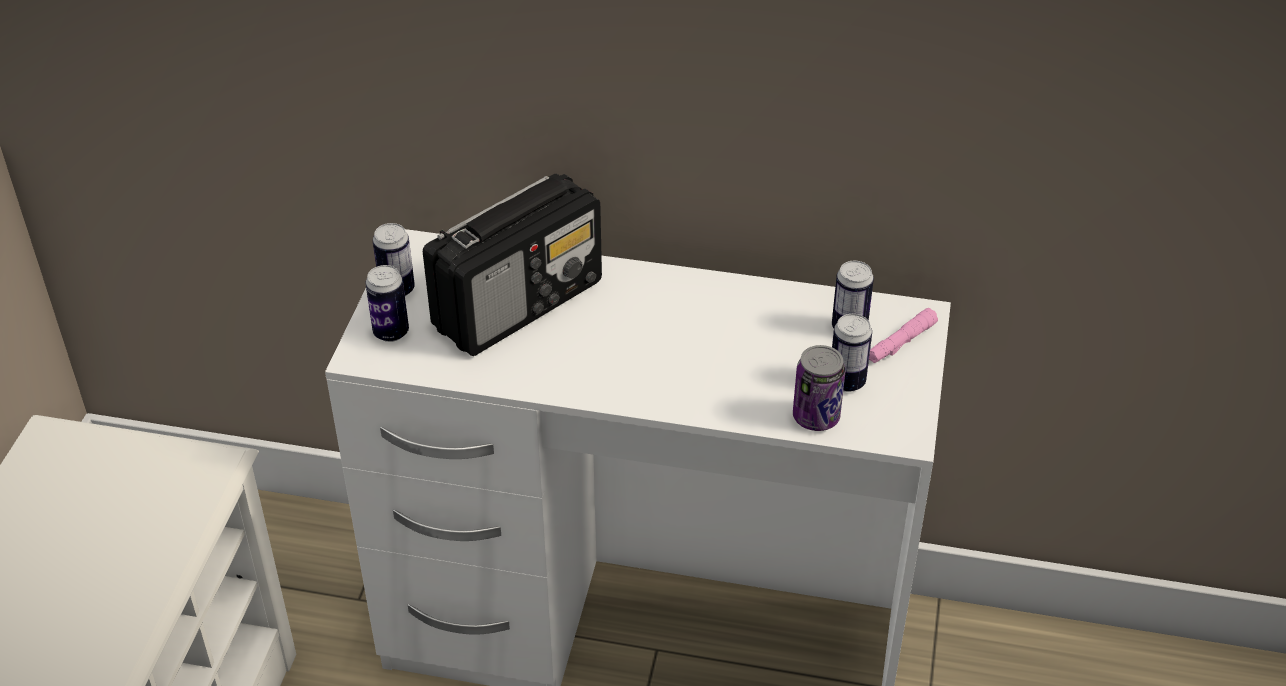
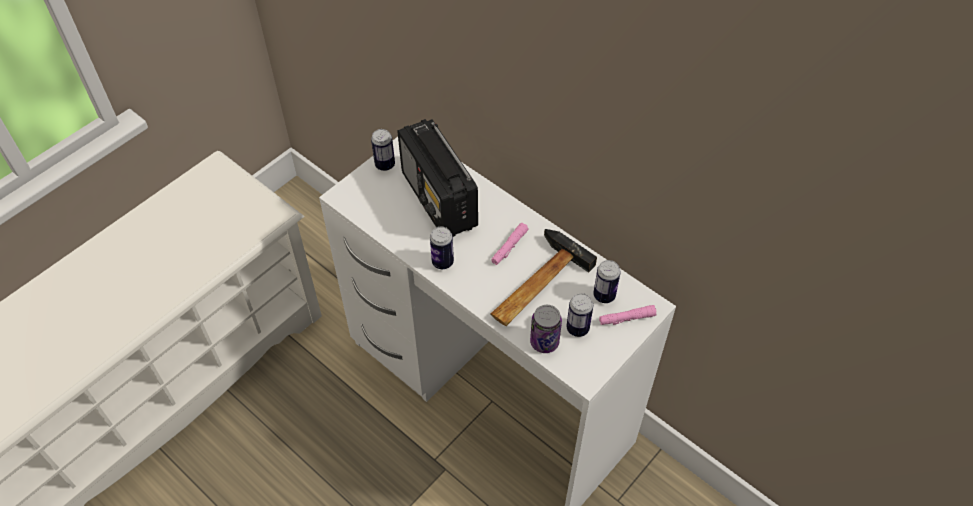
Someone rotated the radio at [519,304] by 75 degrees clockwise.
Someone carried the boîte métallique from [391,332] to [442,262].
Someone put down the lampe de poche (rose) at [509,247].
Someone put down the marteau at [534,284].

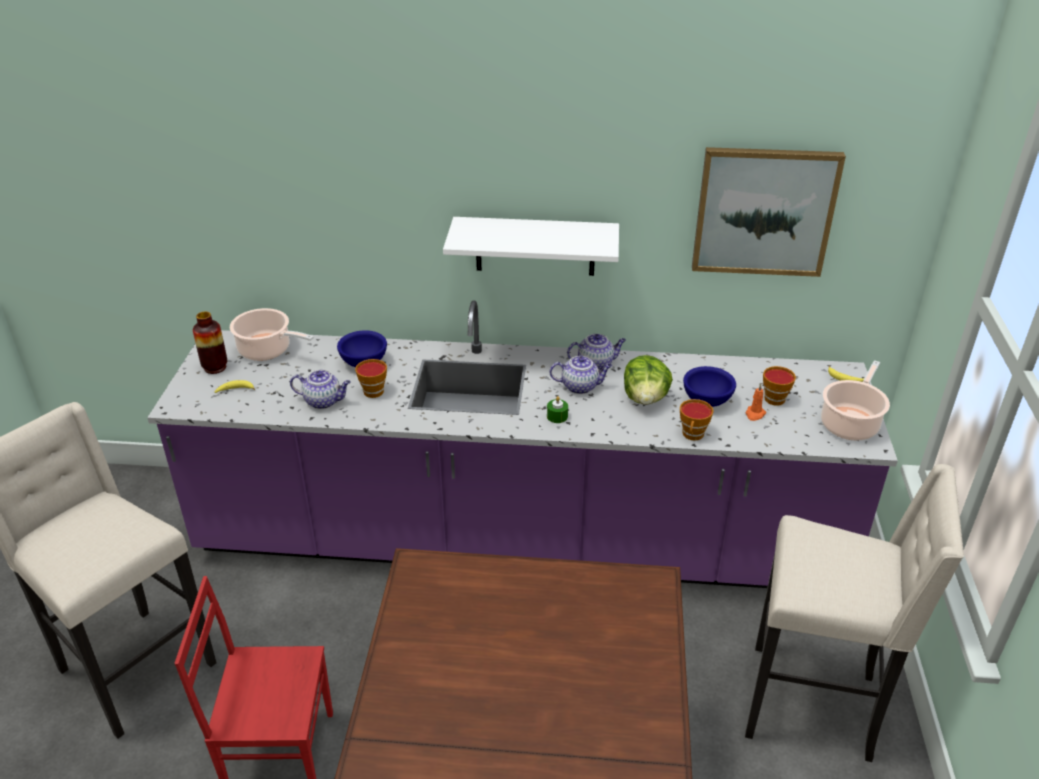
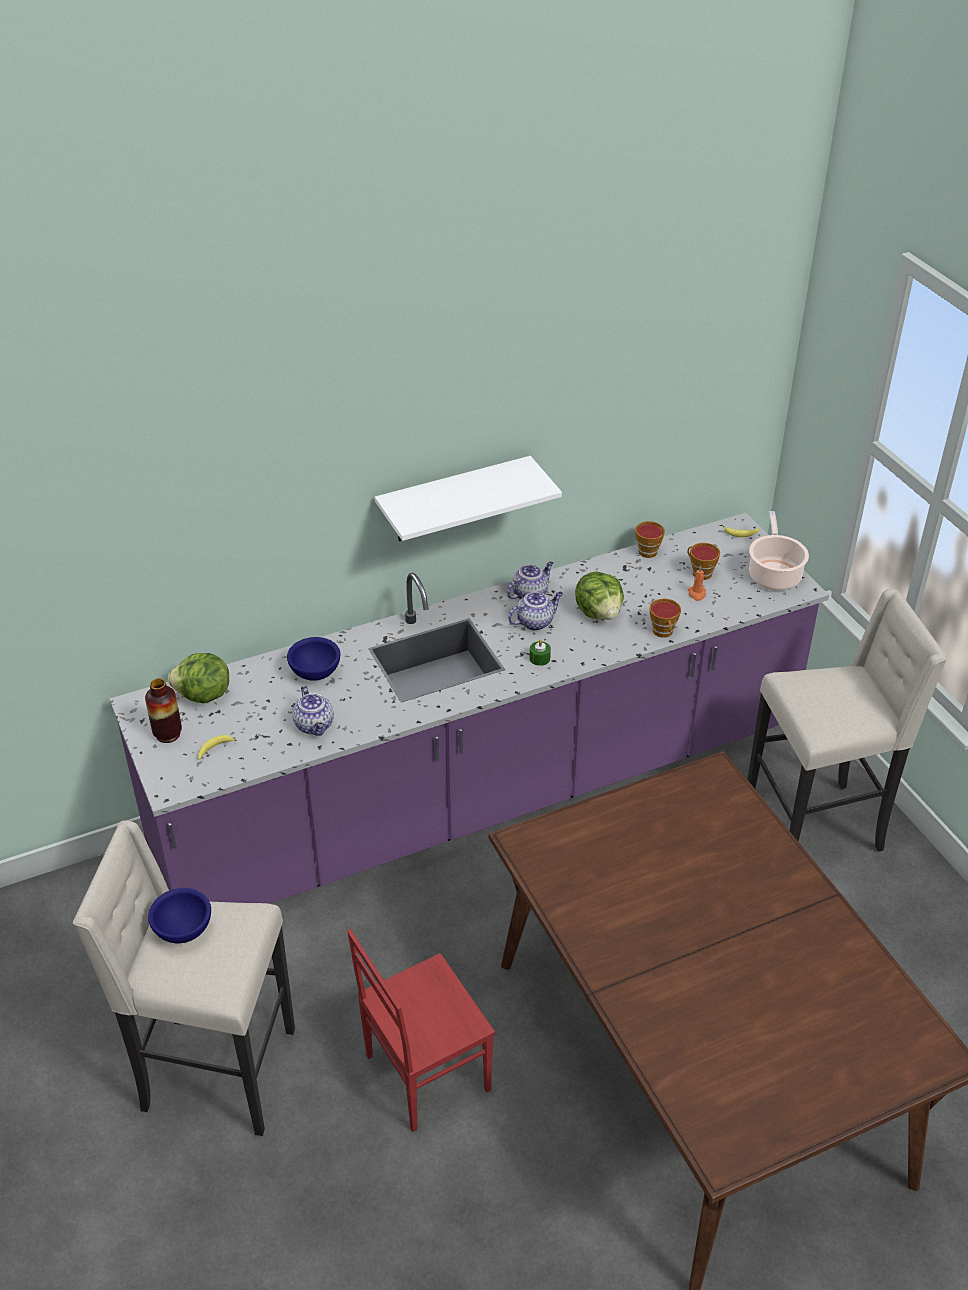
Someone carried the bol (bleu) from [706,401] to [182,931].
Someone swapped the marmite at [267,350] for the laitue at [203,696].
Someone rotated the théière at [324,401] by 90 degrees clockwise.
Someone carried the tasse from [373,390] to [646,550].
Someone took away the tableau at [764,211].

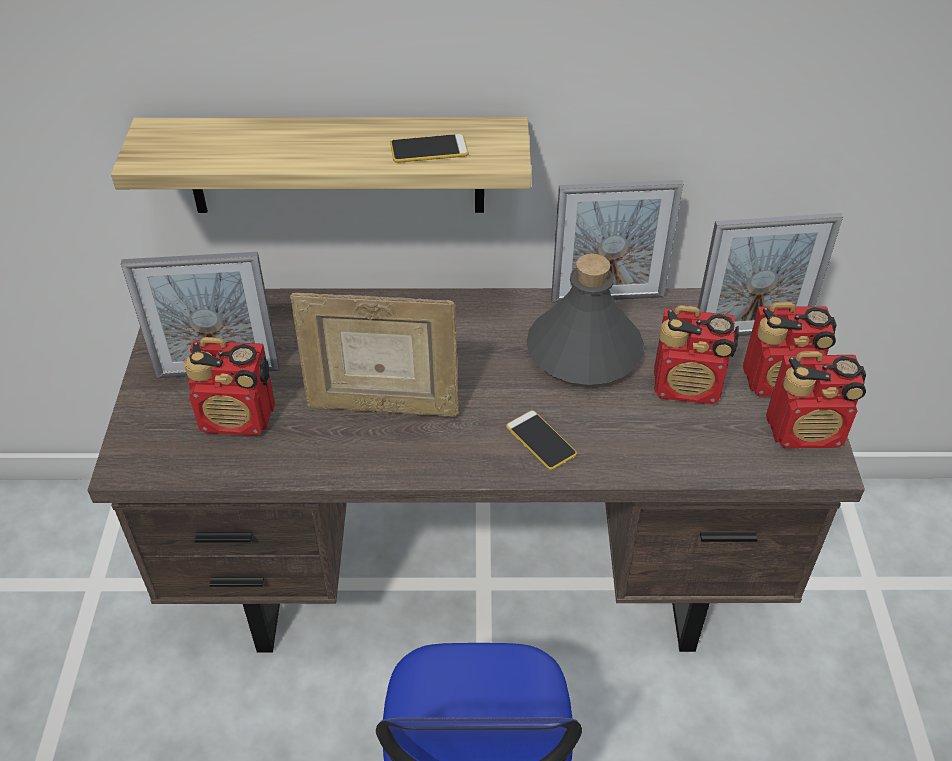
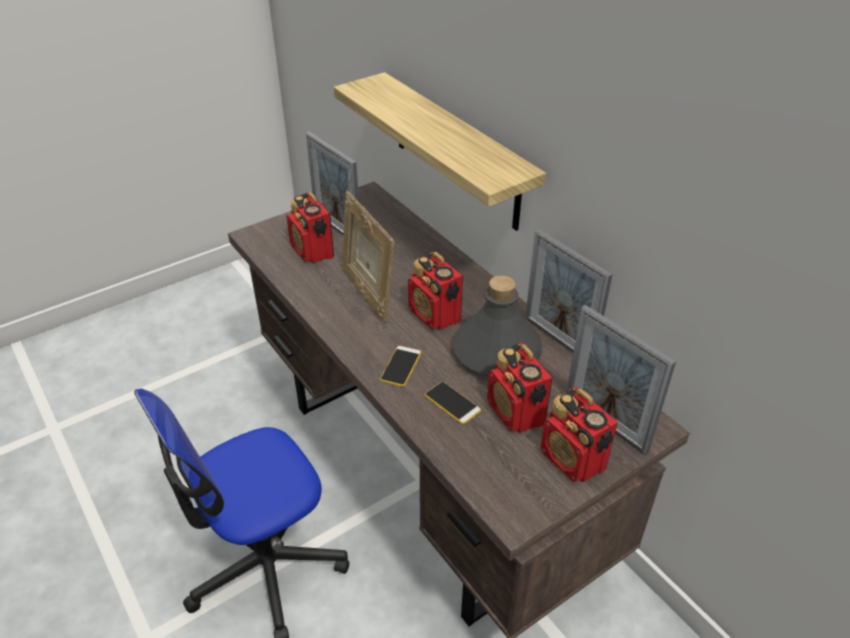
Someone carried the radio from [806,431] to [435,315].
Someone carried the téléphone from [429,149] to [452,403].

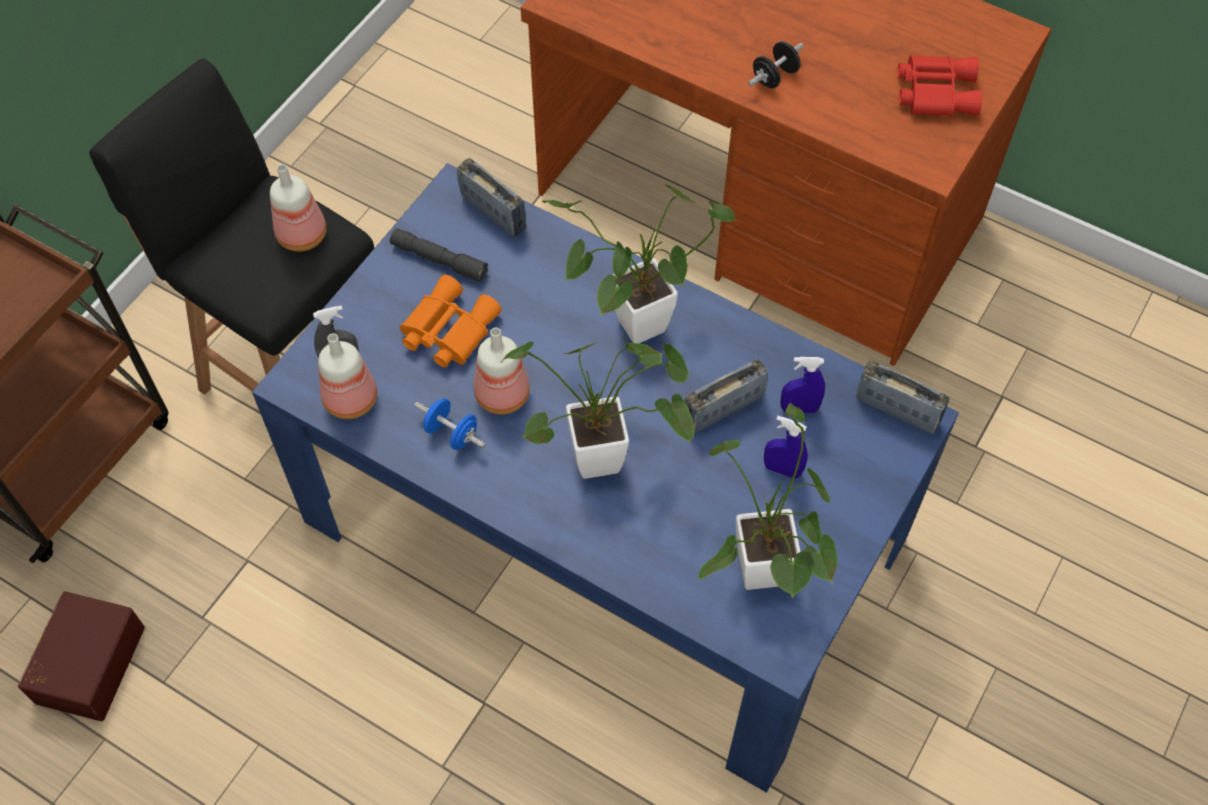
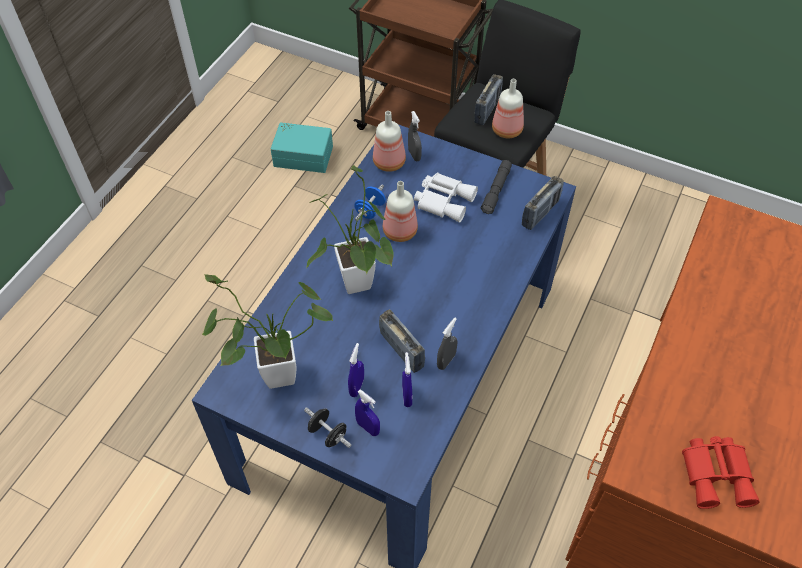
Someone repainted the boîte de rangement (marron) at [87,664], which became the boîte de rangement (turquoise) at [303,155].
Someone carried the haltère (noir) from [774,77] to [328,434].
Someone put down the vaporisateur (bleu) at [368,427].
Someone repainted the jumelles (orange) at [446,330], which became the jumelles (blanc) at [444,200].
Someone put down the vaporisateur (gris) at [446,361].
Someone carried the radio from [897,410] to [487,110].
Someone took away the plante en pot at [631,330].

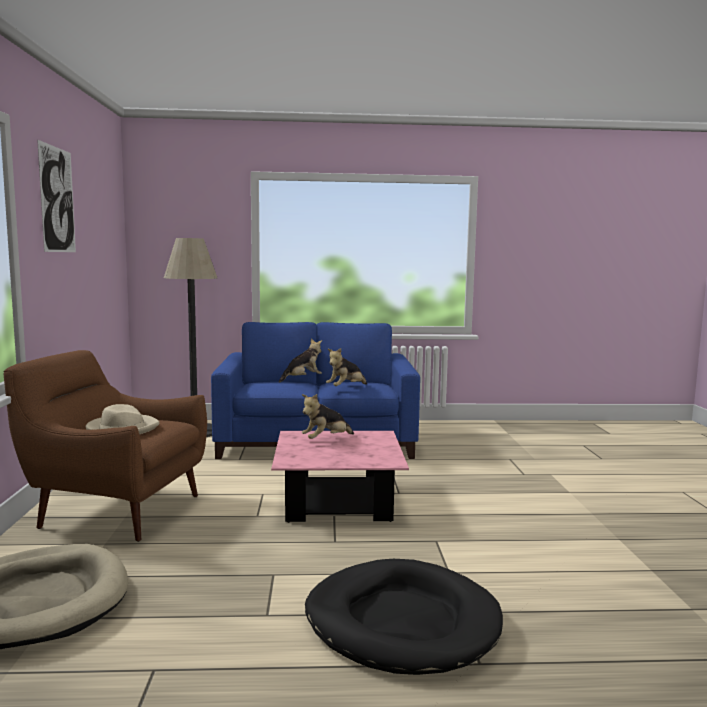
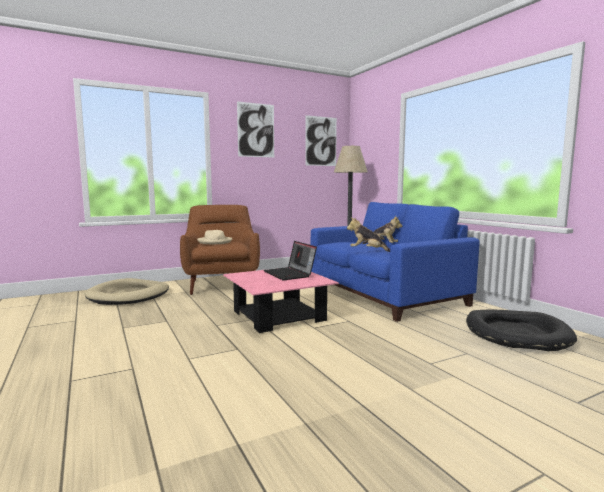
Someone swapped the peluche at [326,440] for the ordinateur portable at [290,274].
Someone put up the tableau at [321,141].
Someone carried the panier pour chien (noir) from [402,622] to [516,333].

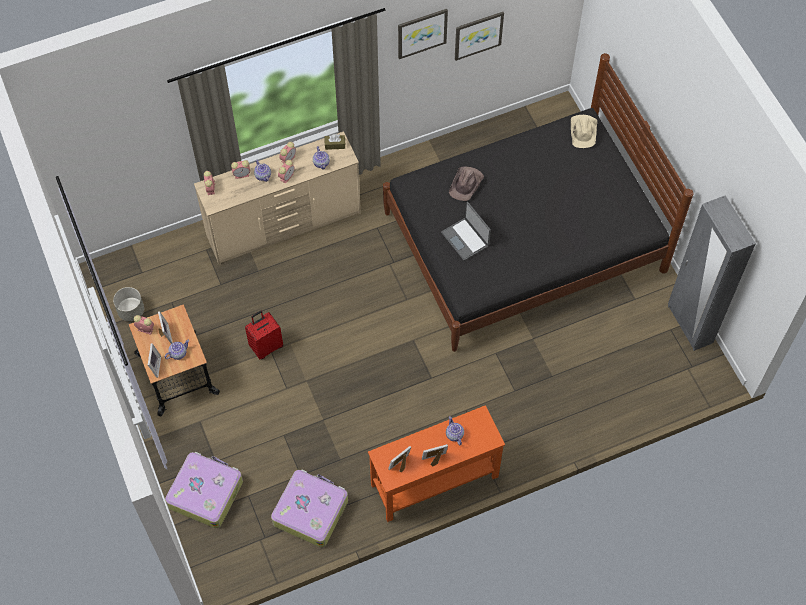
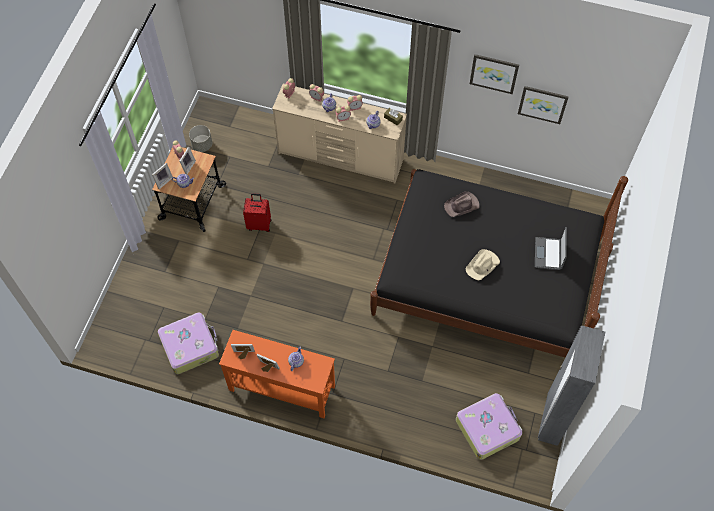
Someone carried the valise from [205,493] to [487,428].
Someone carried the chapeau (beige) from [583,131] to [483,265].
Someone carried the ordinateur portable from [465,239] to [549,254].

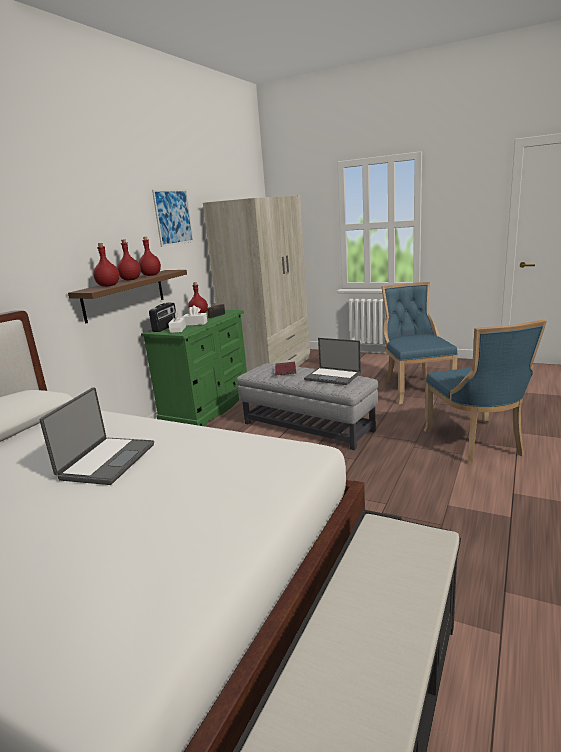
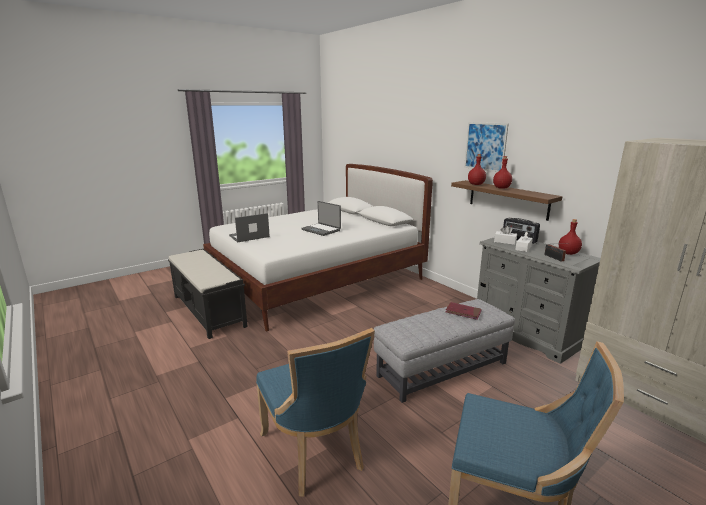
Someone carried the ordinateur portable from [333,376] to [249,236].
Someone rotated the chaise (bleu) at [476,443] by 135 degrees counterclockwise.
Someone carried the tableau from [173,217] to [485,146].
Someone repainted the commode (vert) at [208,408], which became the commode (gris) at [525,333].
Someone took away the bouteille (rouge) at [151,275].

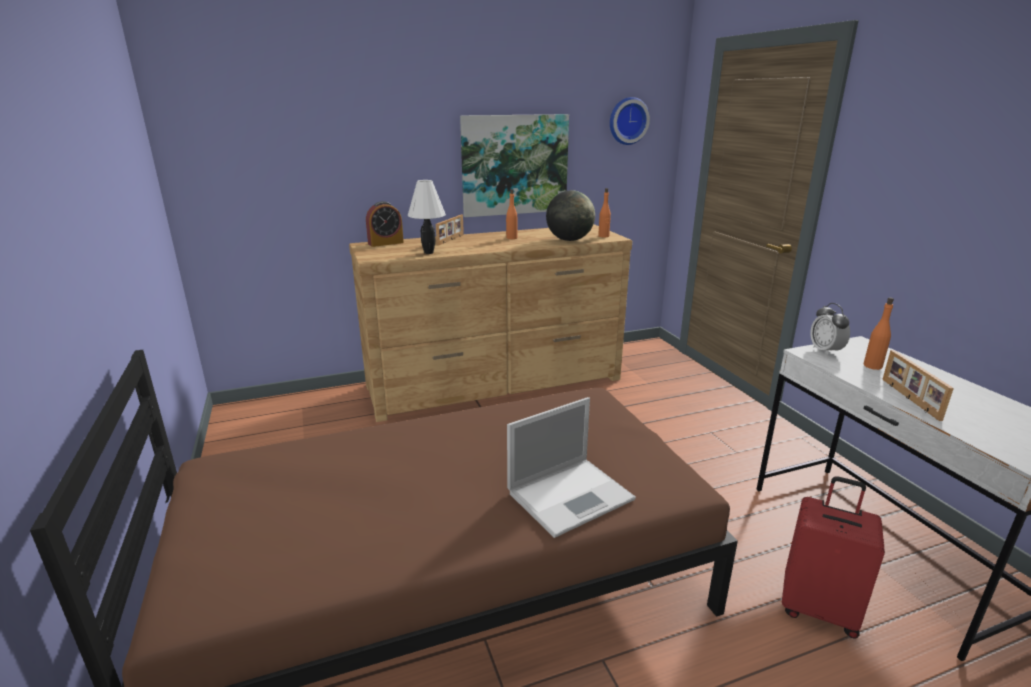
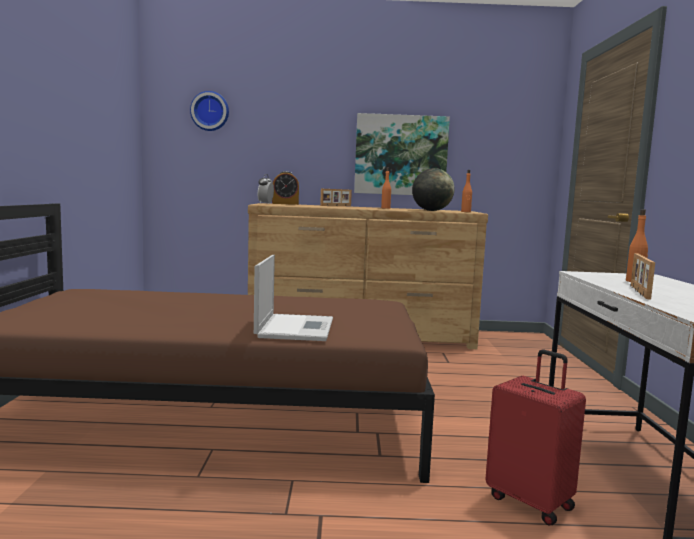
Someone carried the horloge murale from [627,121] to [210,111].
Someone rotated the ordinateur portable at [572,495] by 75 degrees counterclockwise.
Someone carried the réveil from [825,351] to [265,204].
Someone took away the lampe de table (blanc) at [428,252].

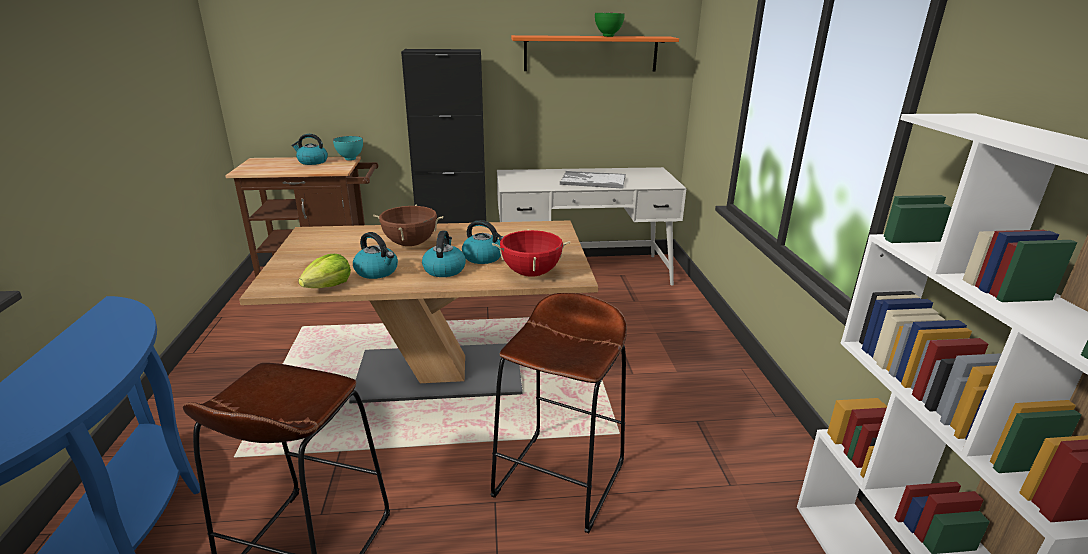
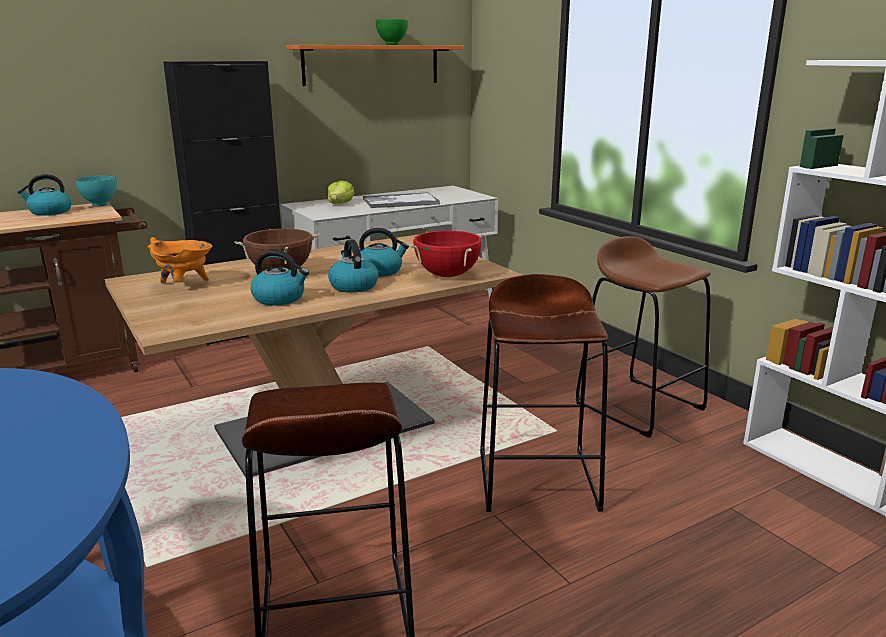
Someone put down the marmite (orange) at [184,285].
Someone carried the laitue from [328,286] to [340,204].
Someone put down the tabouret (marron) at [639,406].

